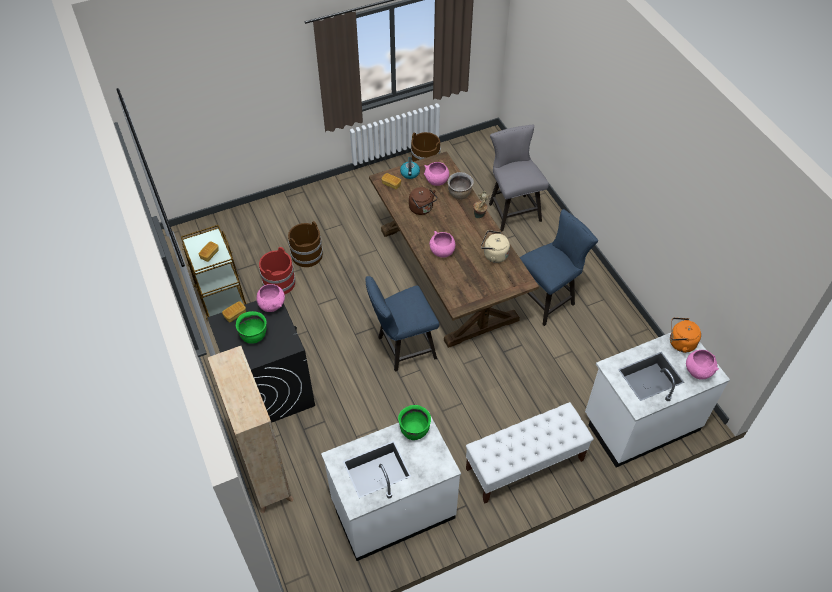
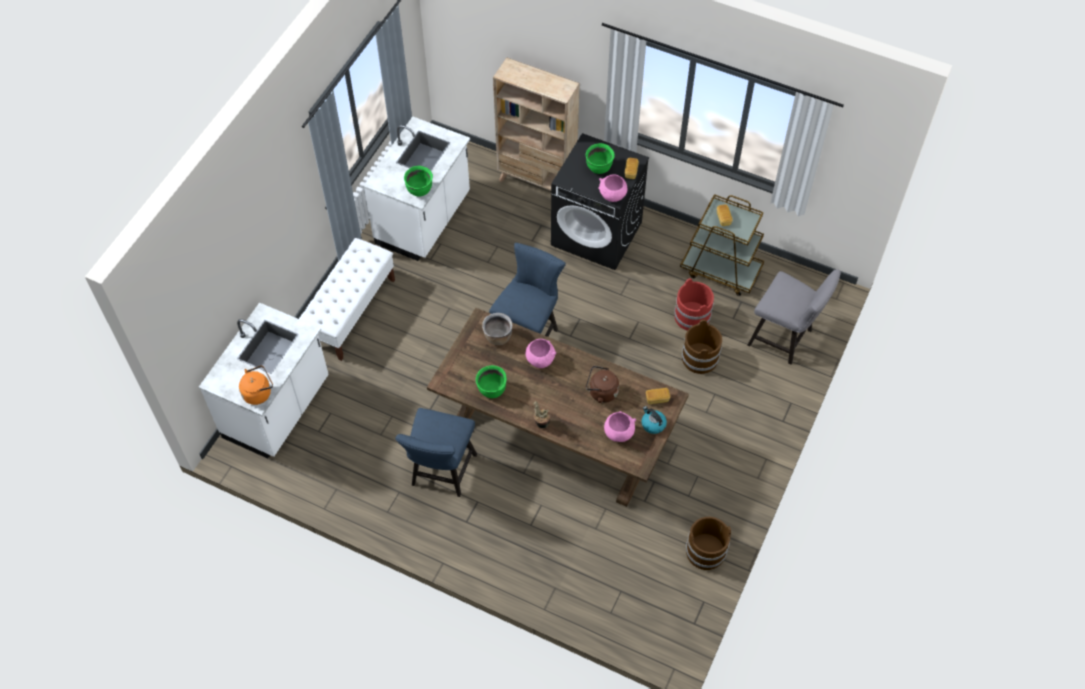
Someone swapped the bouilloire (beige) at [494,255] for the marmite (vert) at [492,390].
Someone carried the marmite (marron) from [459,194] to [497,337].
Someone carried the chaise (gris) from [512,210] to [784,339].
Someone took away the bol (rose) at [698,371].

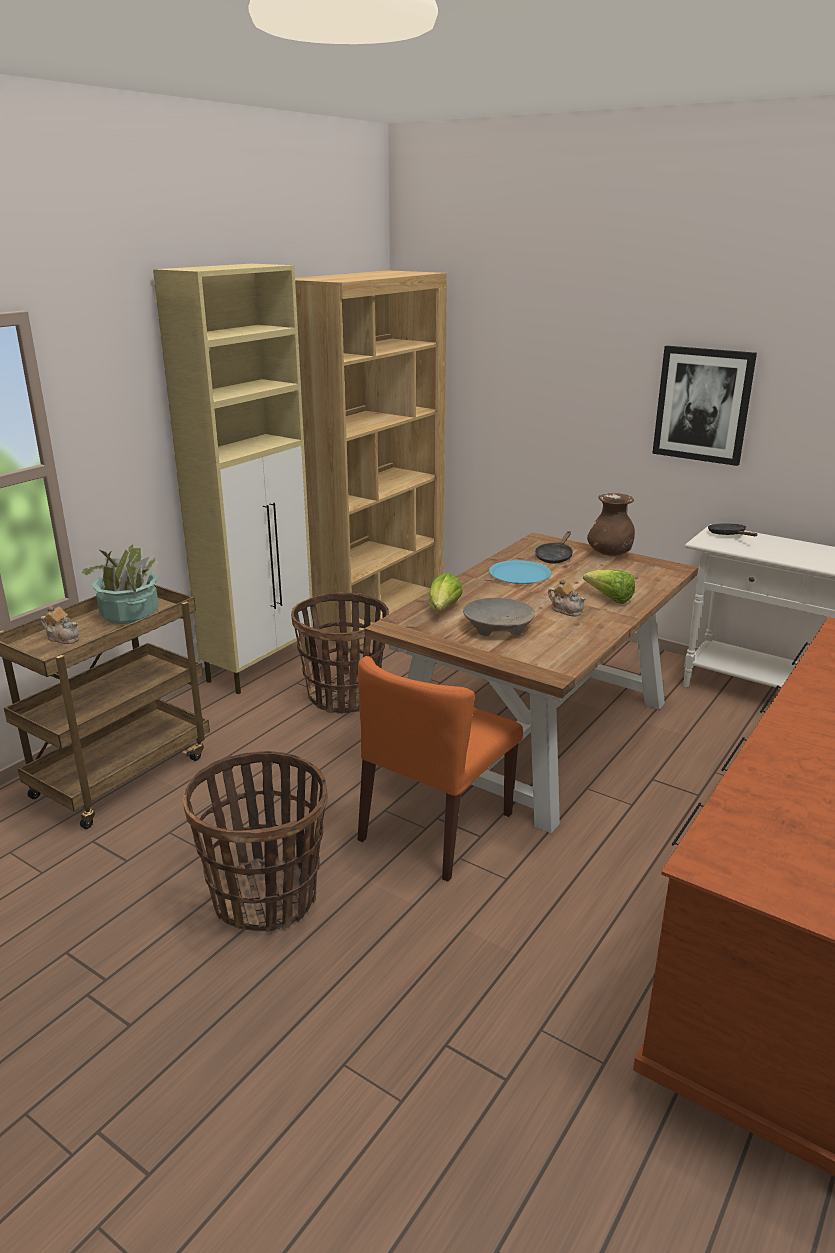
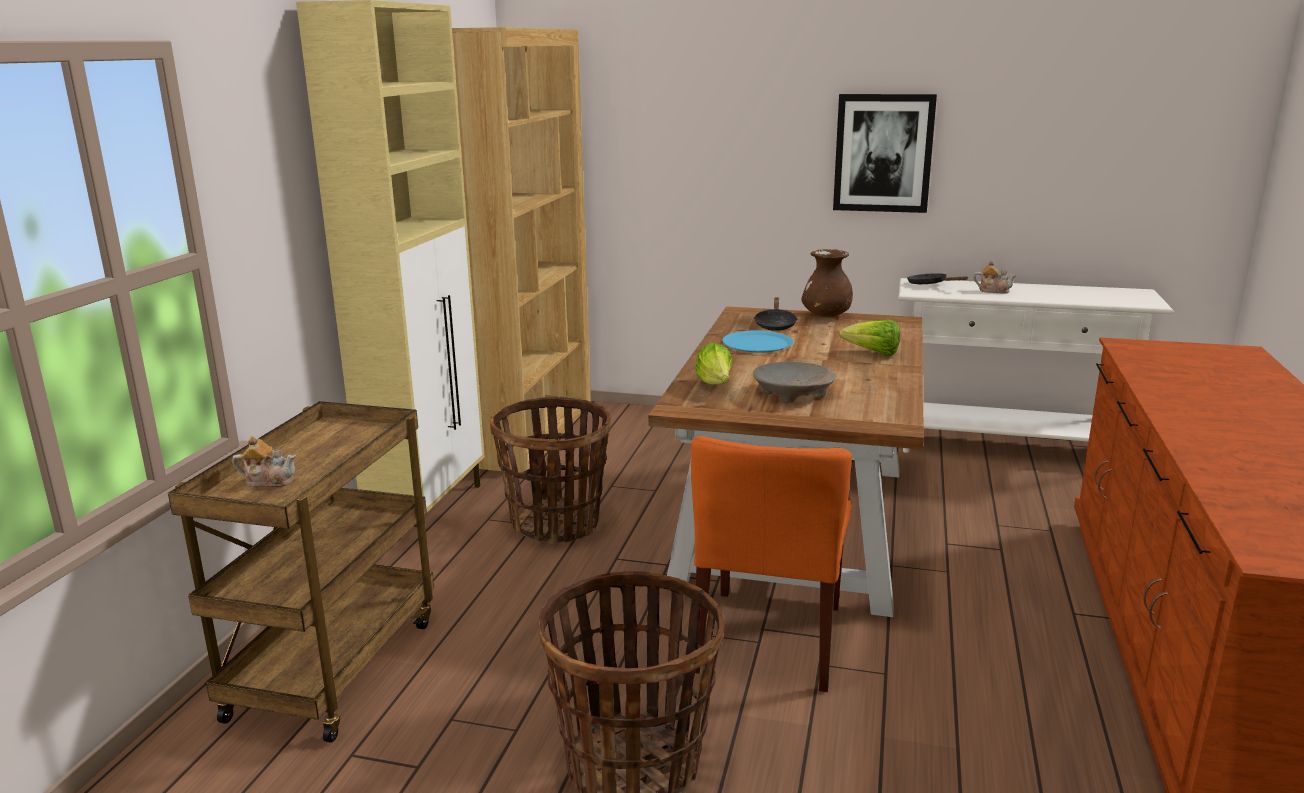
Someone carried the théière from [566,610] to [993,290].
Someone took away the plante en pot at [130,614].

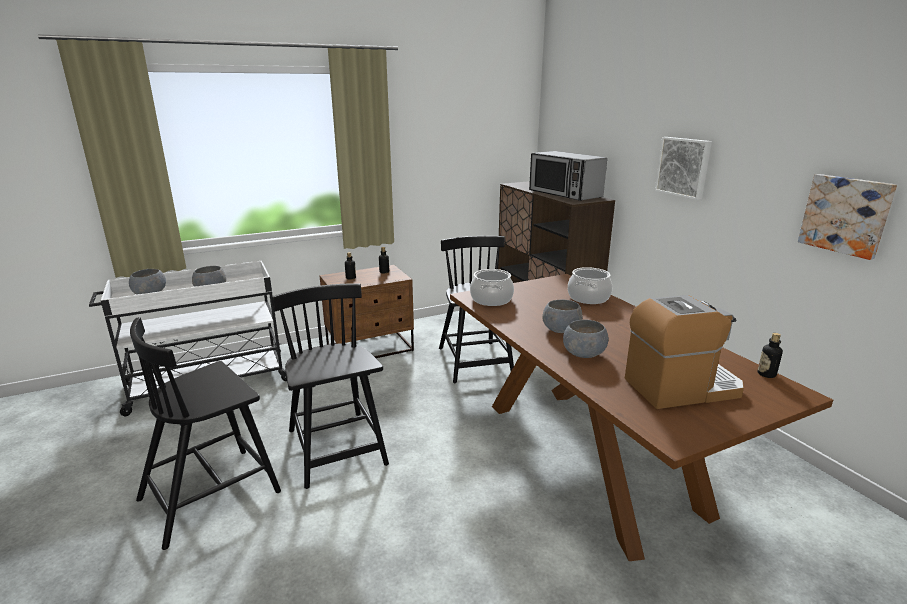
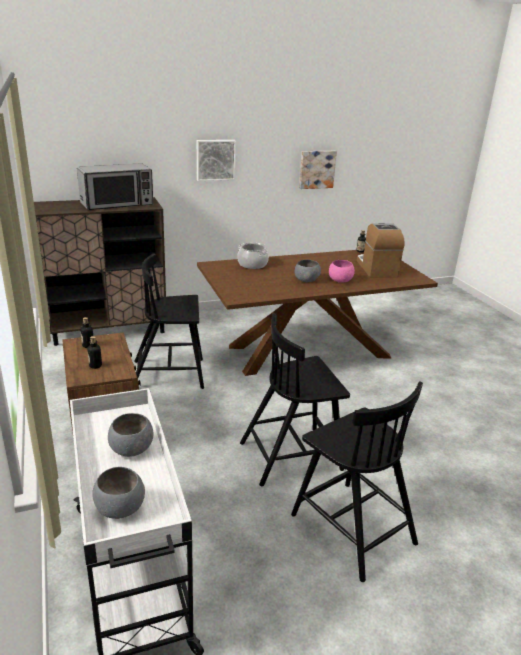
Someone repainted the bol (gris) at [583,353], which became the bol (rose) at [340,280].
Someone took away the marmite at [491,300].

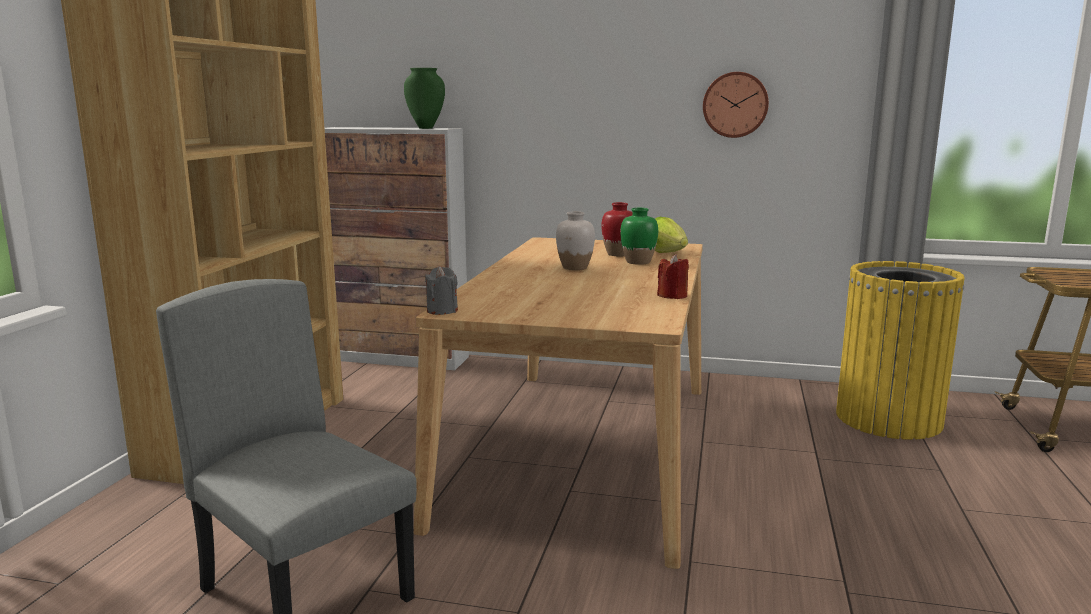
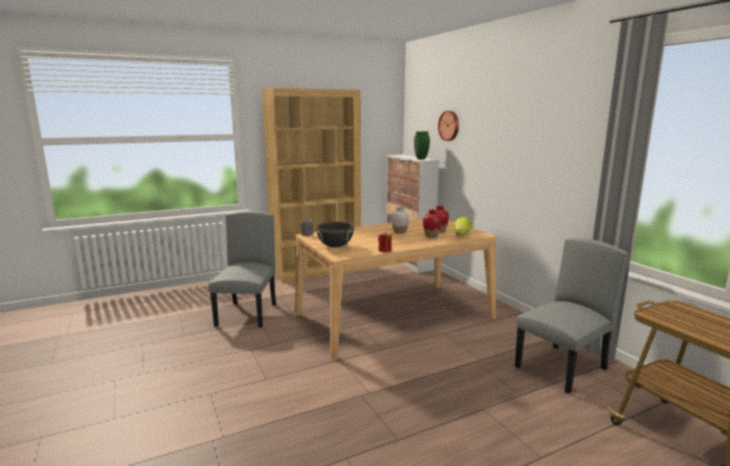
Someone put down the marmite (noir) at [335,246].
Someone repainted the vase (vert) at [638,262], which became the vase (rouge) at [431,236].
Someone carried the horloge murale from [735,104] to [449,125].
Someone swapped the poubelle (jaune) at [888,419] for the chaise (gris) at [562,368].

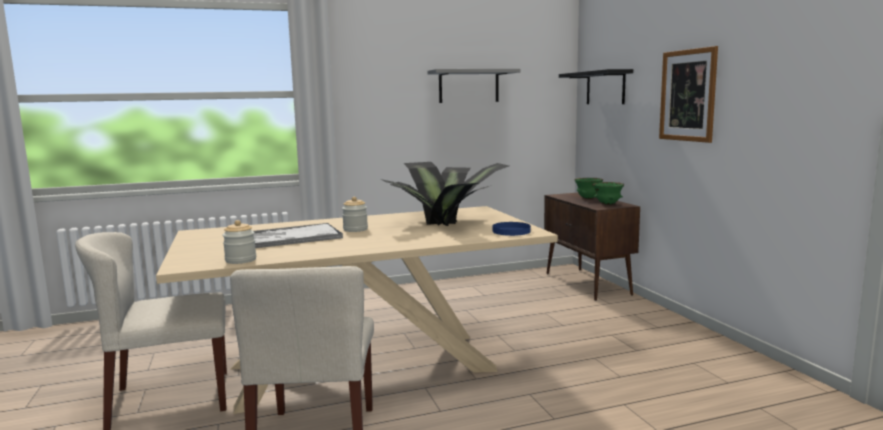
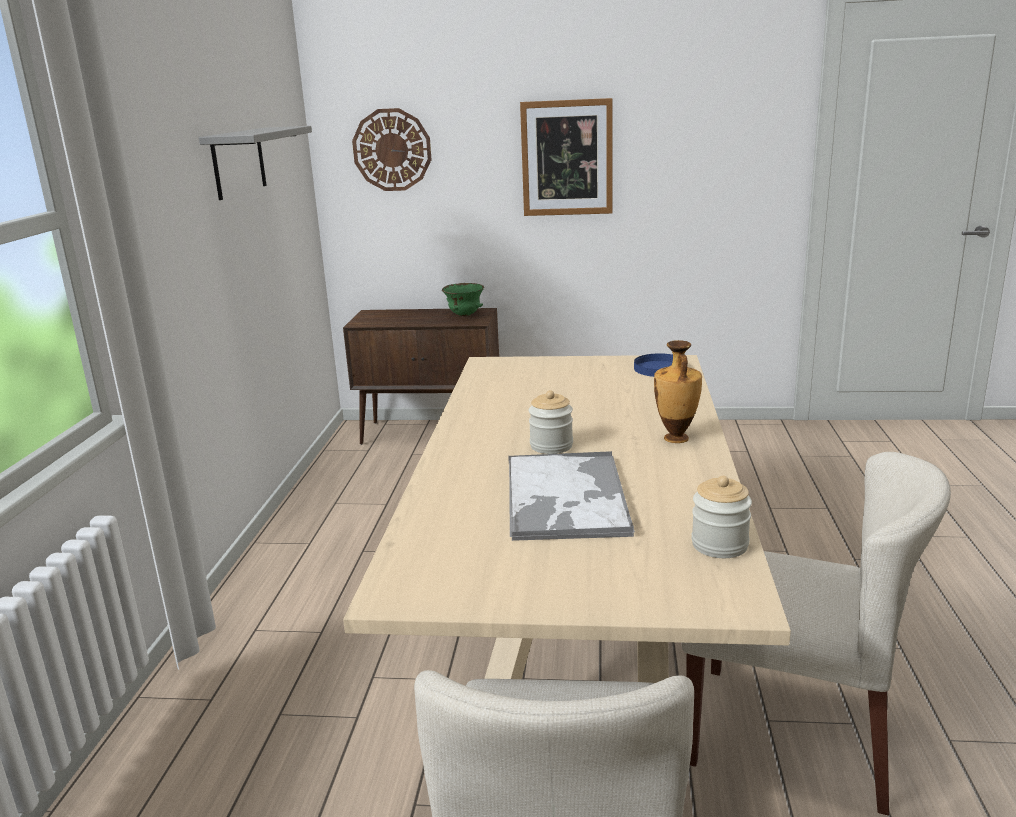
Someone swapped the étagère (noir) at [605,88] for the horloge murale at [392,150].
Someone put down the vase at [676,439].
Someone took away the plante en pot at [445,221].
Someone took away the bol (vert) at [588,198].

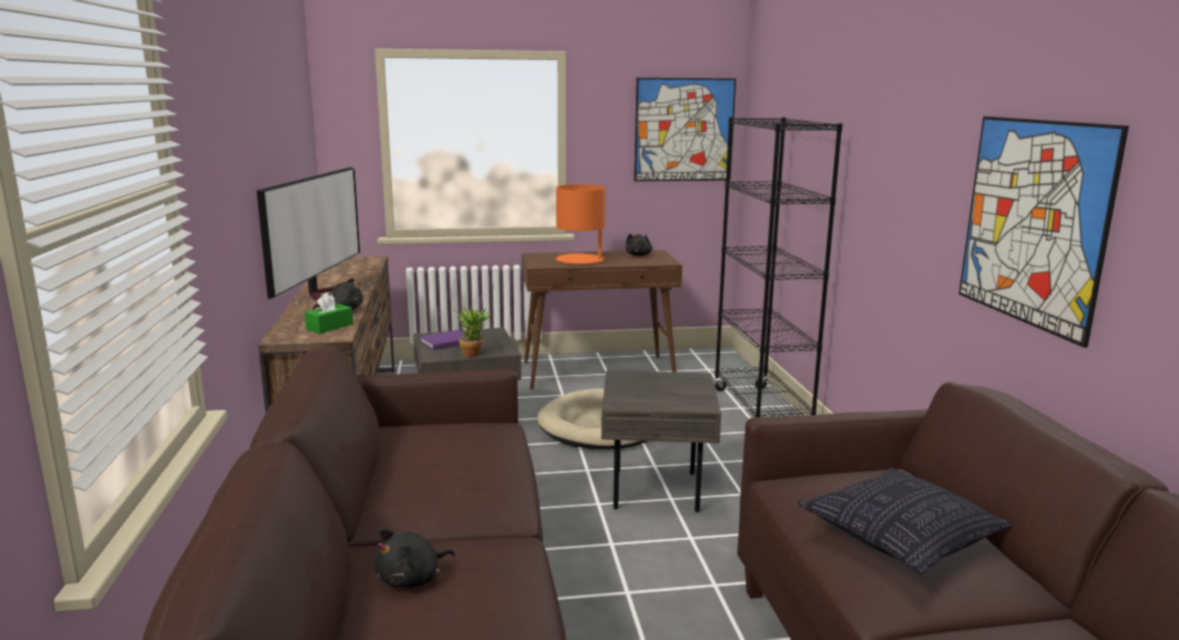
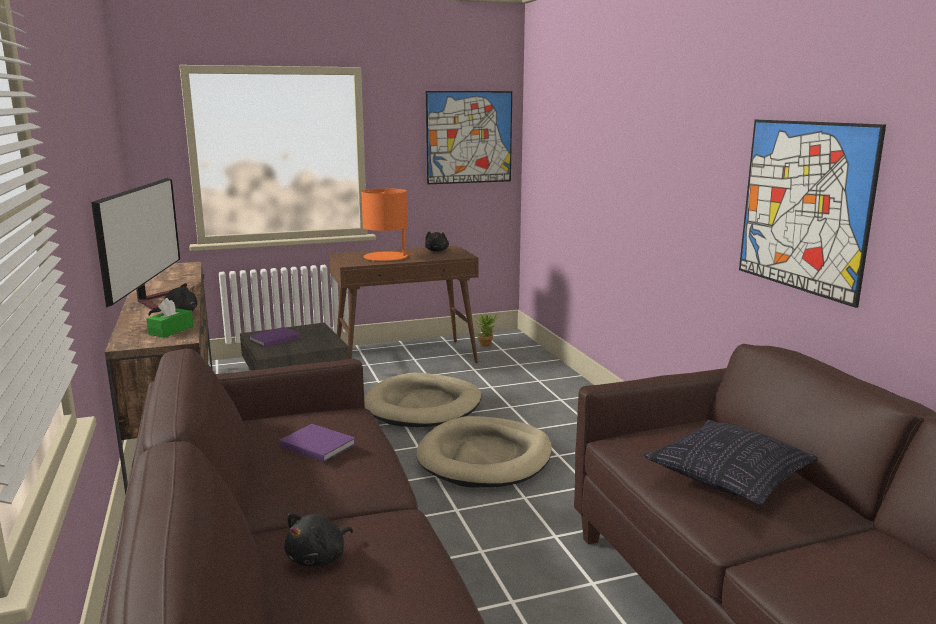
Someone put down the livre (violet) at [317,445].
Someone swapped the table d'appoint (gris) at [658,489] for the panier pour chien (beige) at [485,457].
Someone carried the plante en pot from [473,353] to [486,344].
Someone took away the bibliothèque (noir) at [761,412].

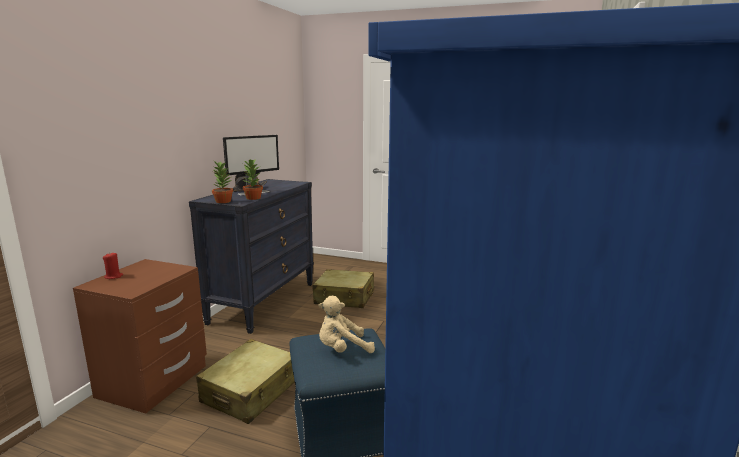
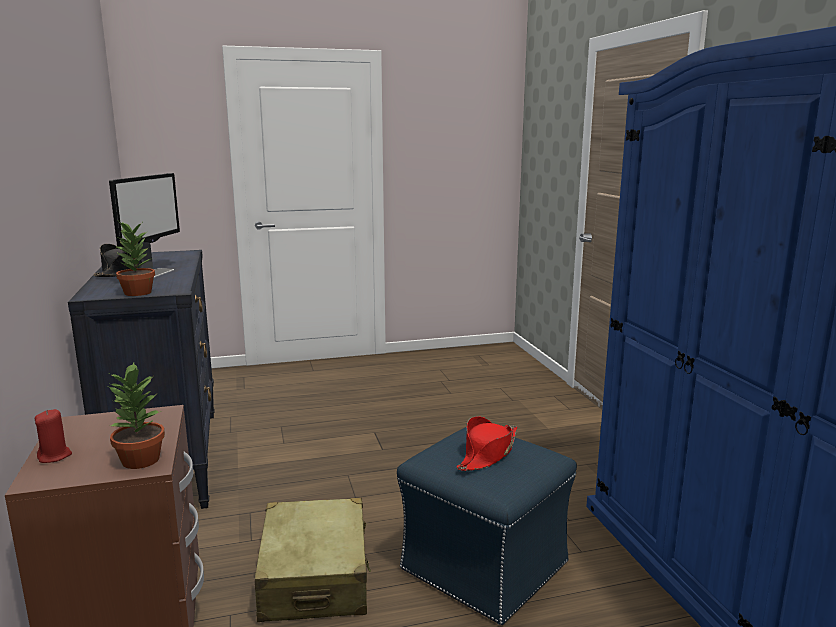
Someone carried the plante en pot from [253,198] to [140,460].
Someone swapped the peluche (beige) at [342,349] for the chapeau (rouge) at [488,454].
Someone took away the valise (beige) at [344,298].

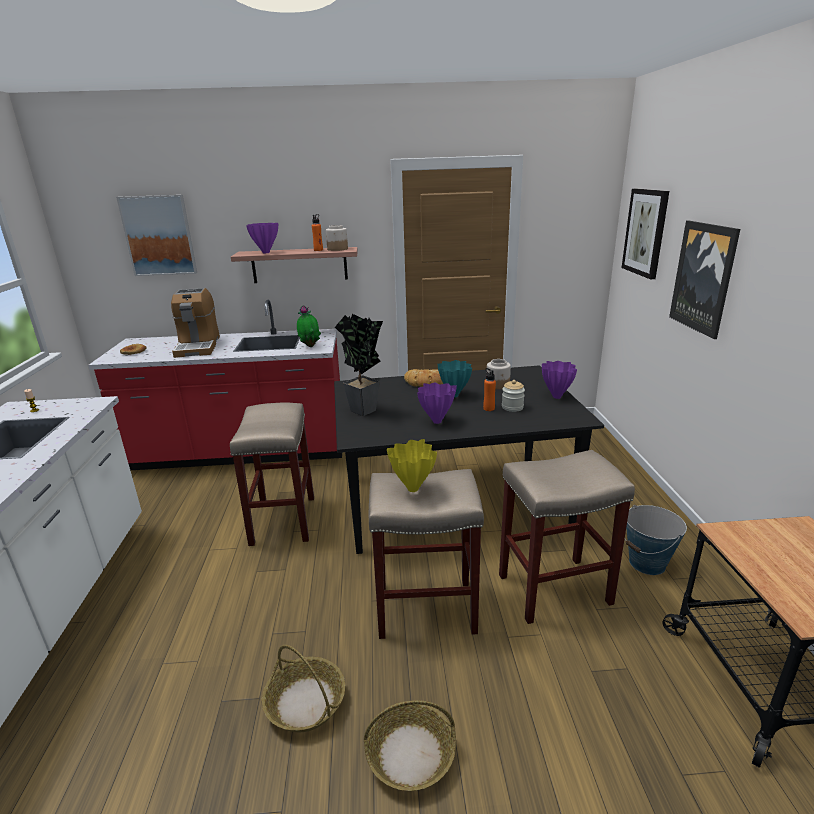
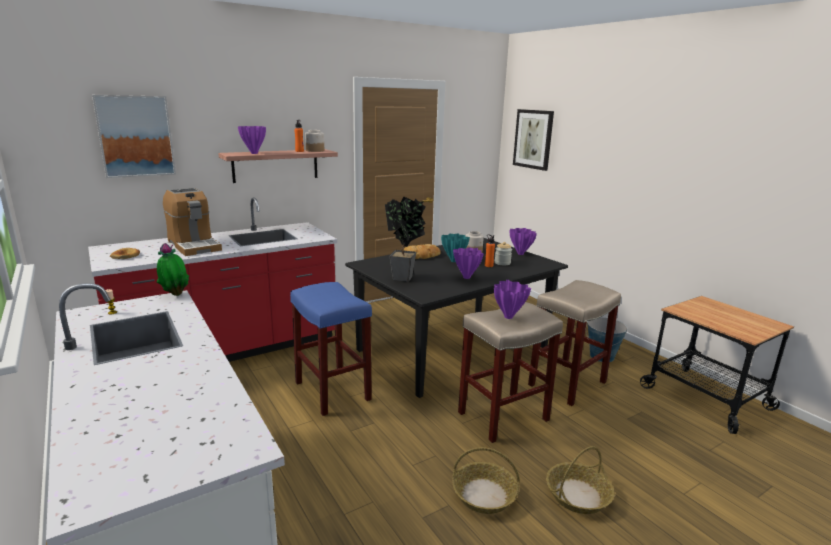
Someone carried the plante en pot from [310,346] to [175,294].
Someone repainted the tabouret (beige) at [283,519], which became the tabouret (bleu) at [331,390].
Someone repainted the vase (jaune) at [412,489], which became the vase (violet) at [508,317].
Someone took away the tableau at [703,277].

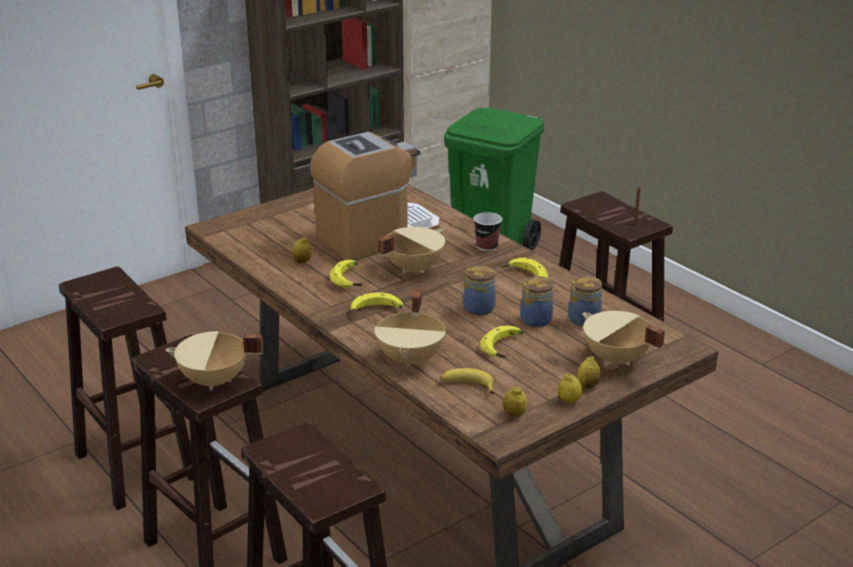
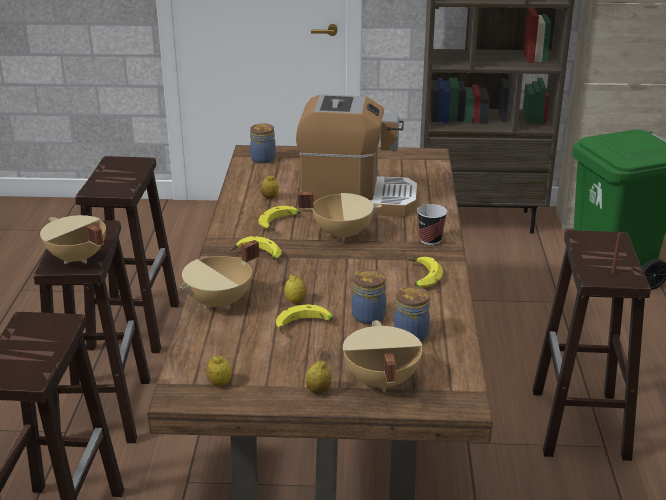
Someone carried the bocal from [479,308] to [264,159].
Someone carried the citron from [569,401] to [295,301].
Someone took away the banane at [467,385].

